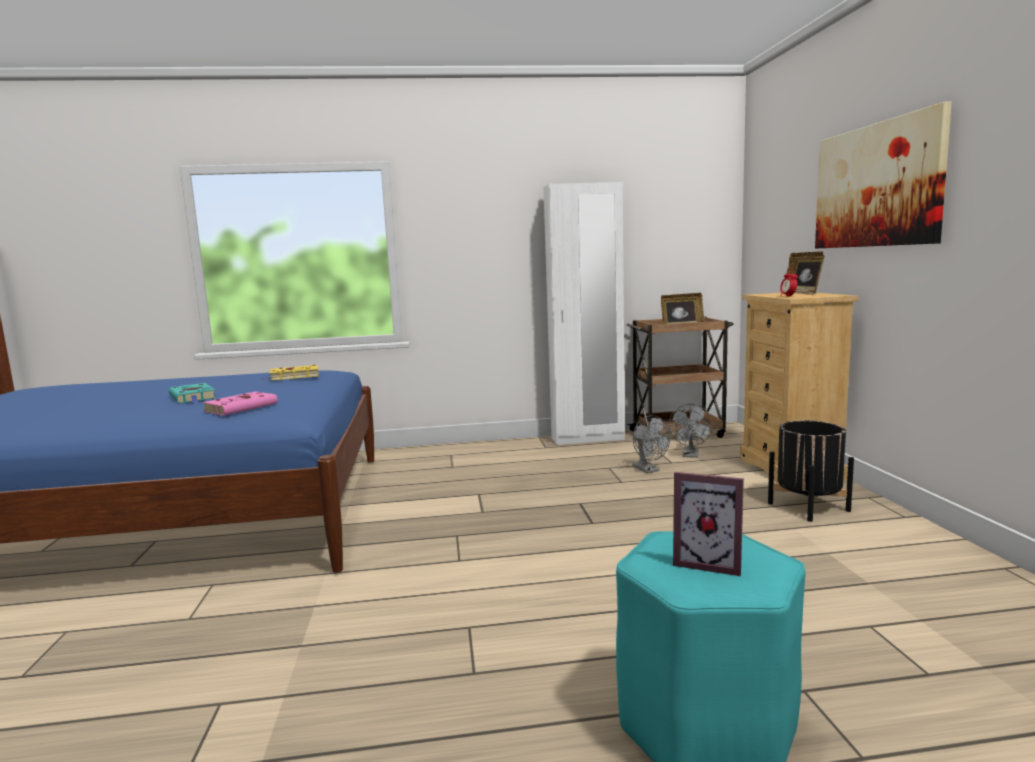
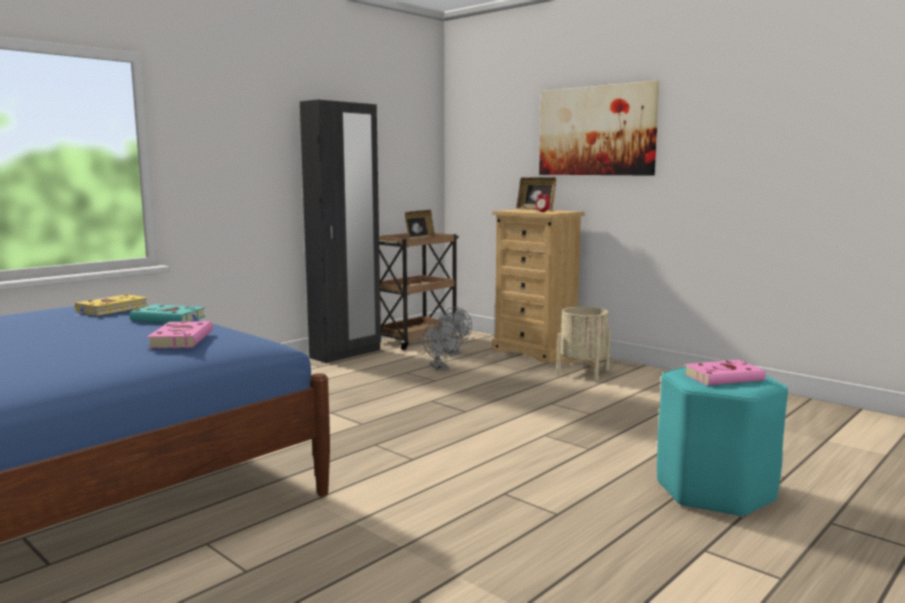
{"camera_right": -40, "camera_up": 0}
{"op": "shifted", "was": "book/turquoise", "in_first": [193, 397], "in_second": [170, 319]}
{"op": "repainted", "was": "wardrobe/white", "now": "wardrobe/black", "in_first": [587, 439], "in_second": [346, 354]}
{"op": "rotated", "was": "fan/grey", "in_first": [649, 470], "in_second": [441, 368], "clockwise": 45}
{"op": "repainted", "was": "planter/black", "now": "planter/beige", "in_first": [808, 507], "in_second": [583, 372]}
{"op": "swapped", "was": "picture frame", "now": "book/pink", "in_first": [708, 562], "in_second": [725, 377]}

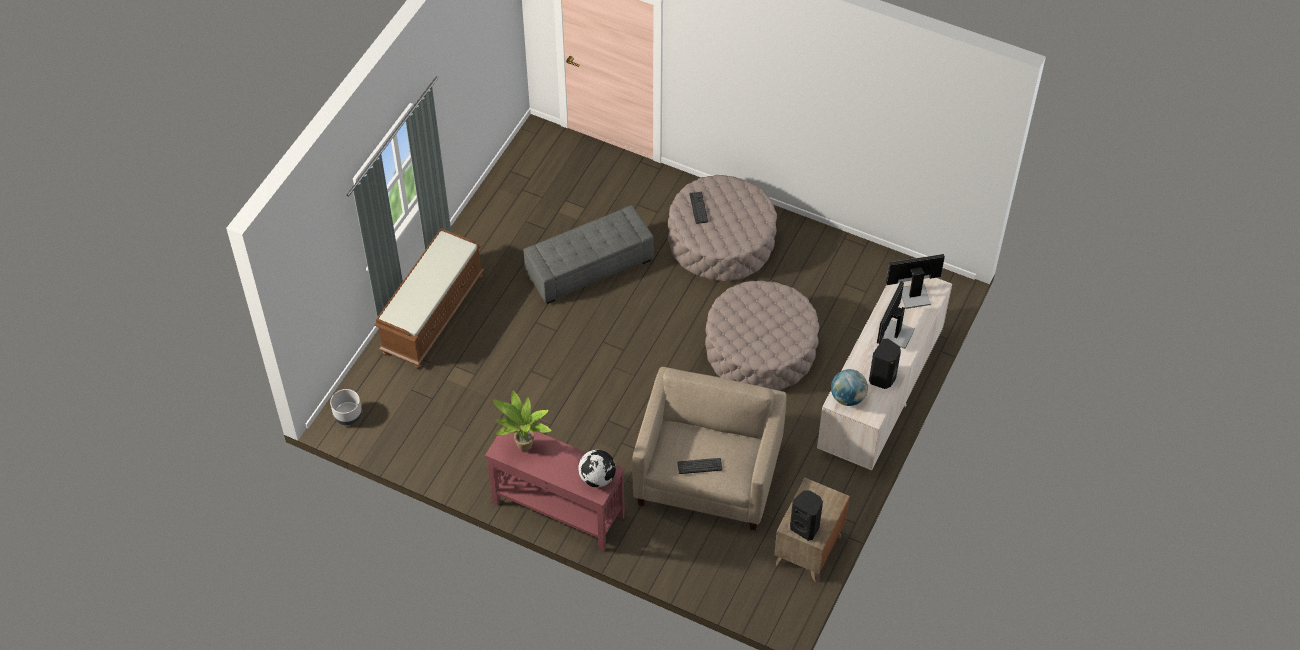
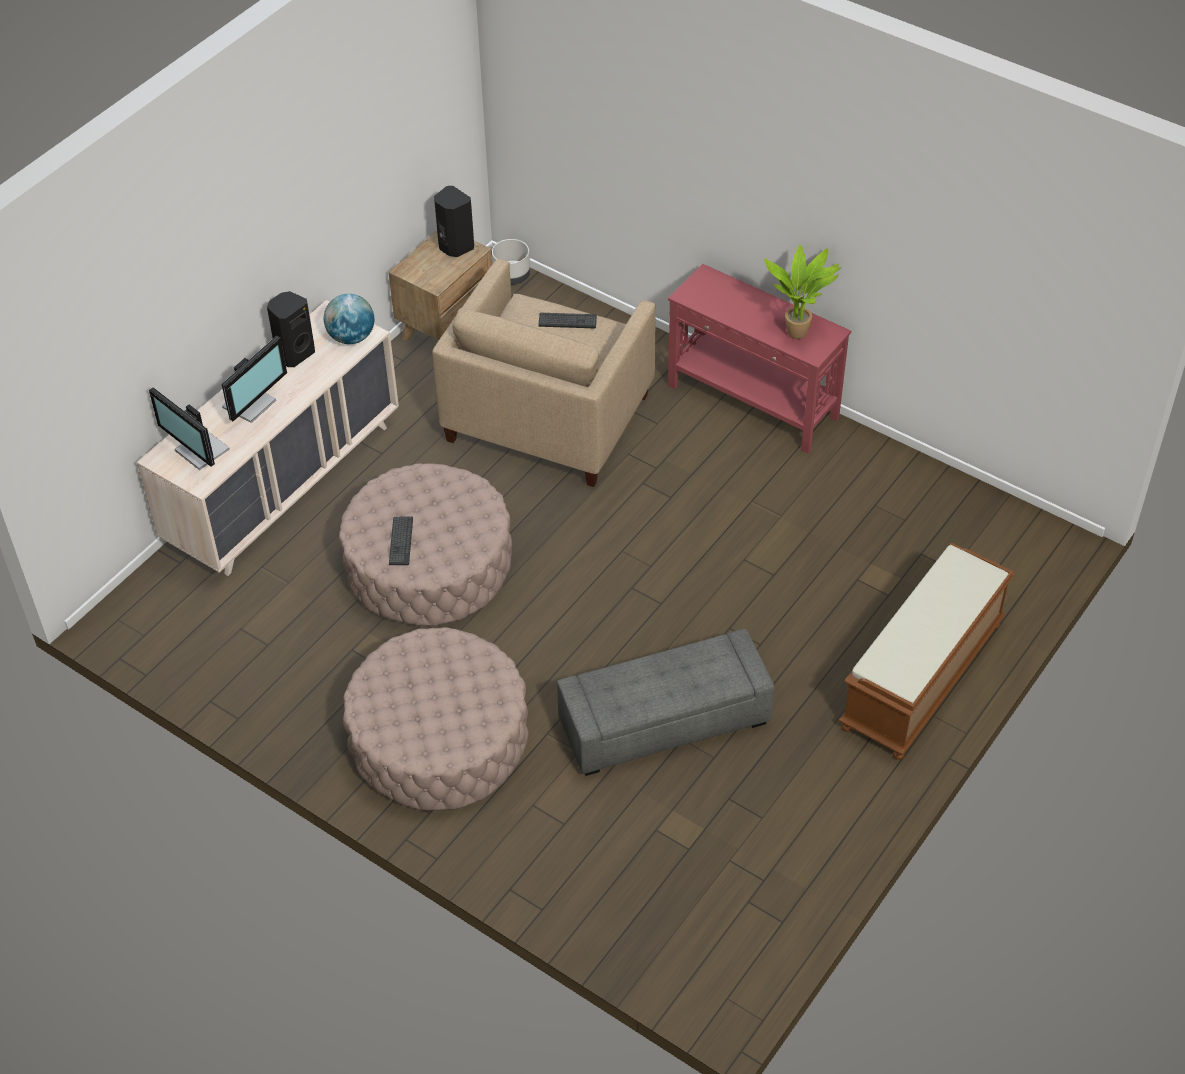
{"camera_right": -170, "camera_up": -5}
{"op": "rotated", "was": "monitor", "in_first": [913, 295], "in_second": [201, 451], "clockwise": 45}
{"op": "shifted", "was": "keyboard", "in_first": [698, 208], "in_second": [401, 541]}
{"op": "shifted", "was": "planter/grey", "in_first": [348, 416], "in_second": [512, 276]}
{"op": "gone", "was": "globe", "in_first": [597, 478]}

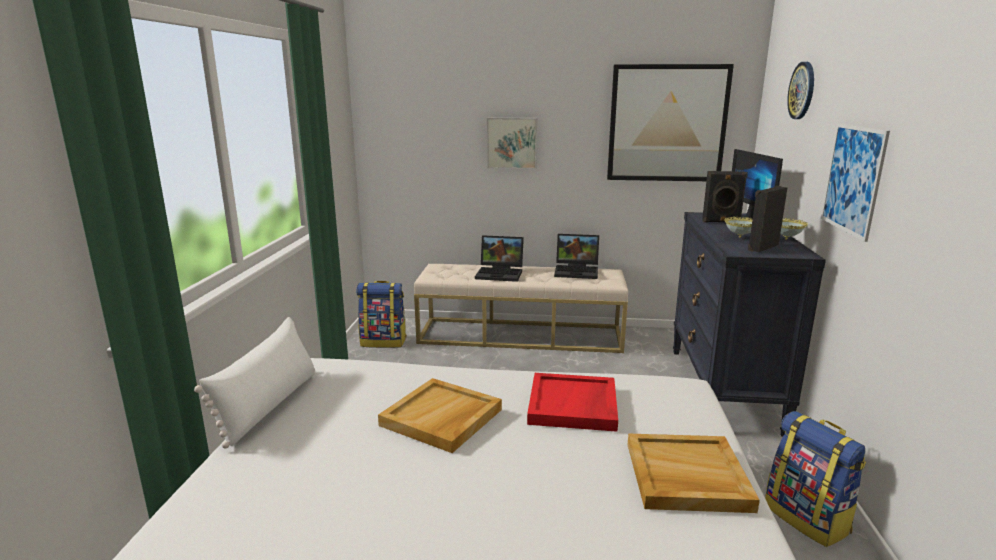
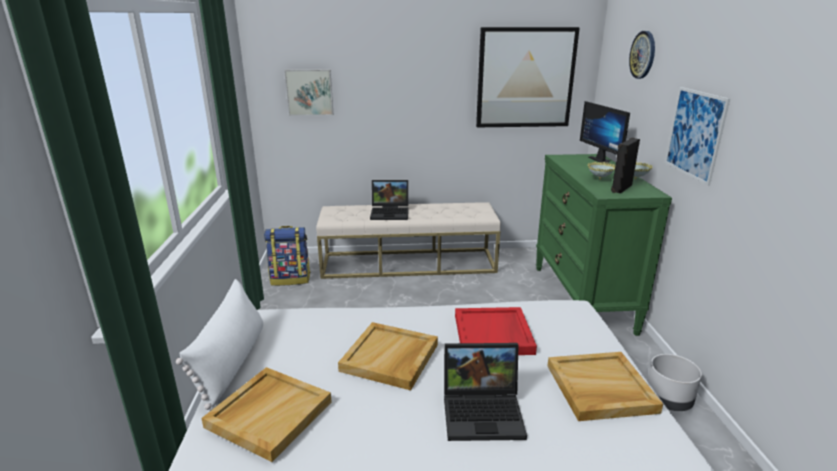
{"camera_right": -10, "camera_up": 5}
{"op": "new", "now": "tray/beige", "in_second": [269, 413]}
{"op": "shifted", "was": "picture", "in_first": [512, 143], "in_second": [309, 92]}
{"op": "shifted", "was": "laptop", "in_first": [577, 271], "in_second": [484, 412]}
{"op": "repainted", "was": "dresser/black", "now": "dresser/green", "in_first": [724, 389], "in_second": [582, 298]}
{"op": "swapped", "was": "backpack", "now": "planter/grey", "in_first": [807, 519], "in_second": [668, 401]}
{"op": "gone", "was": "speaker/black", "in_first": [721, 222]}

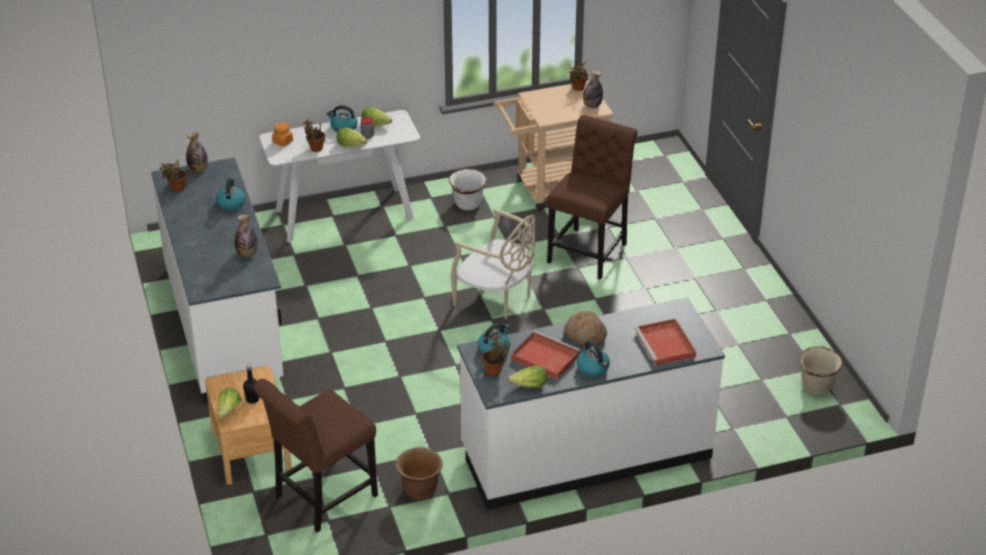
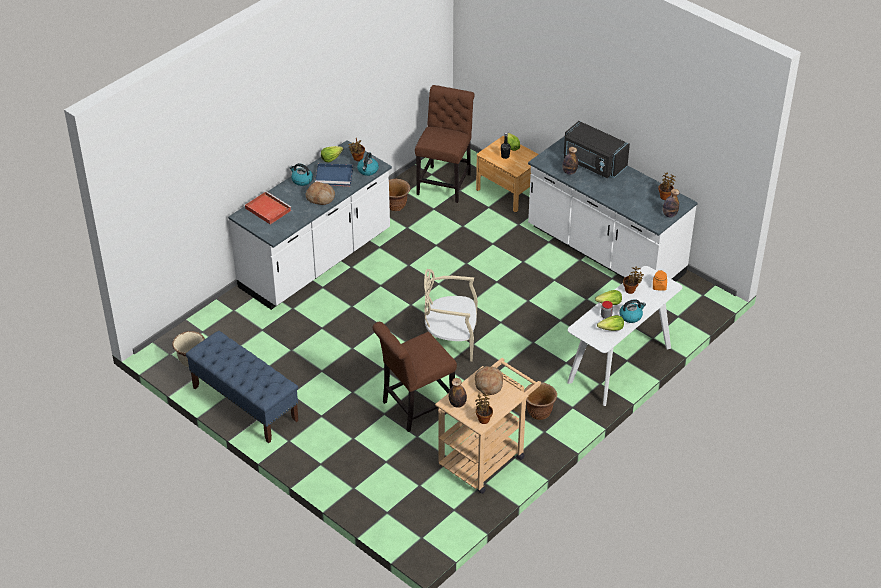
{"camera_right": 150, "camera_up": 5}
{"op": "new", "now": "bench/blue", "in_second": [245, 404]}
{"op": "repainted", "was": "tray/red", "now": "tray/blue", "in_first": [544, 357], "in_second": [335, 176]}
{"op": "rotated", "was": "chair/brown", "in_first": [589, 251], "in_second": [414, 407], "clockwise": 60}
{"op": "new", "now": "bread", "in_second": [488, 384]}
{"op": "repainted", "was": "planter/white", "now": "planter/brown", "in_first": [468, 204], "in_second": [539, 412]}
{"op": "new", "now": "microwave/black", "in_second": [593, 163]}
{"op": "gone", "was": "kettle", "in_first": [231, 203]}

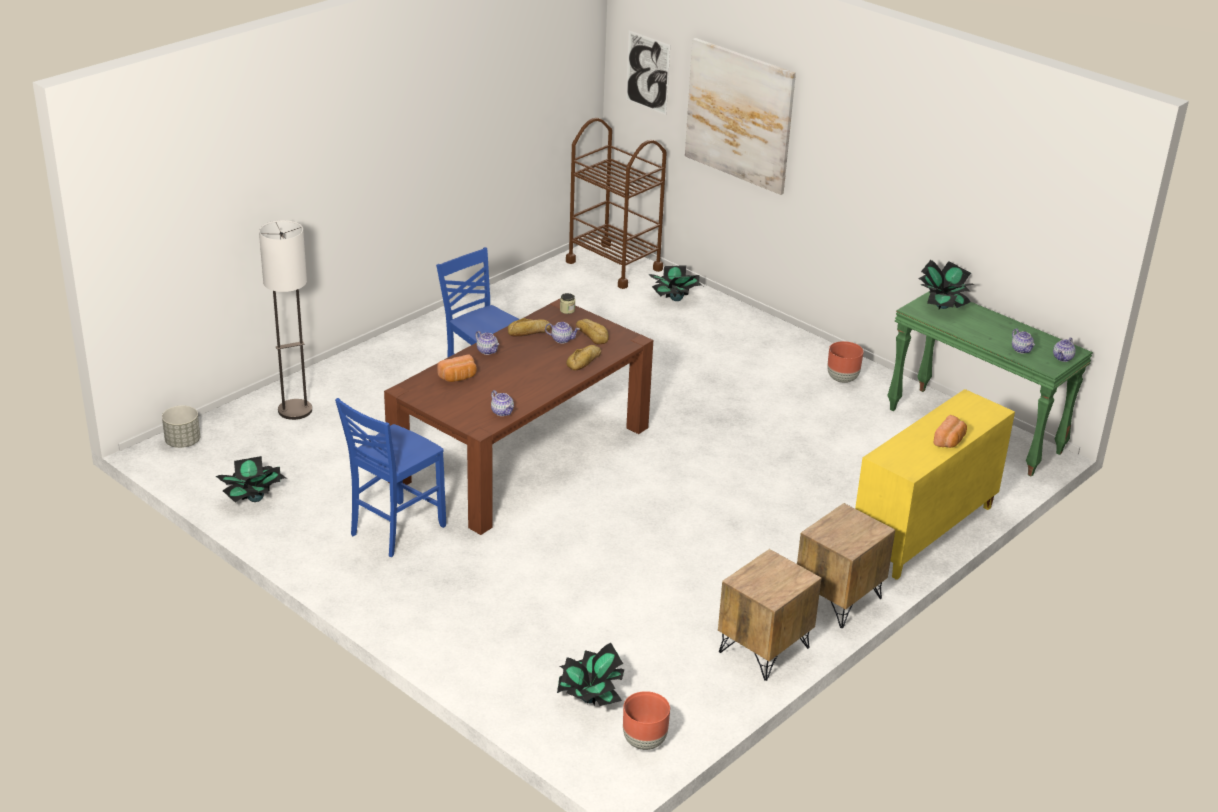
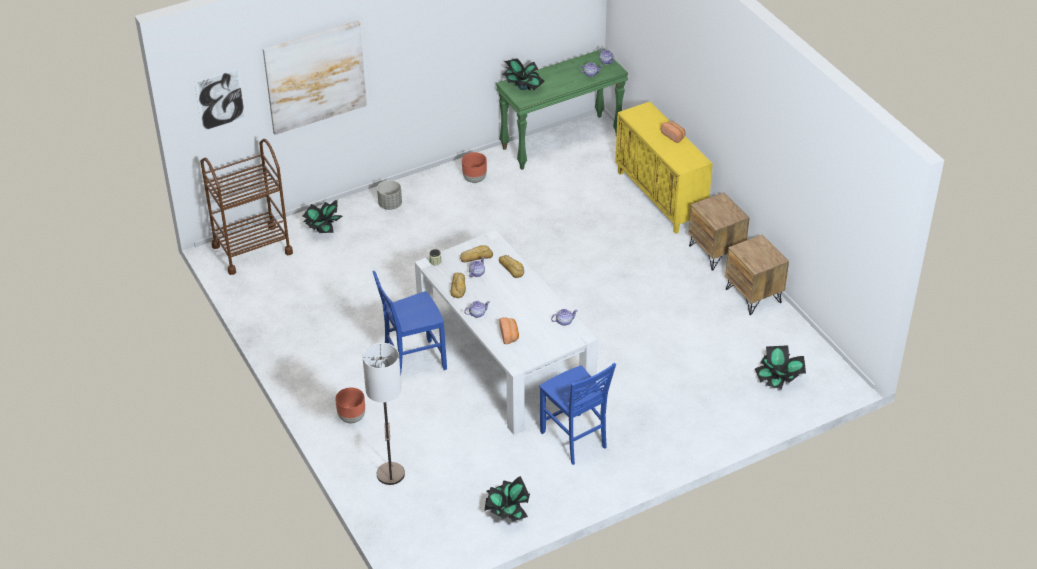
{"camera_right": -70, "camera_up": 10}
{"op": "shifted", "was": "planter/brown", "in_first": [644, 741], "in_second": [351, 417]}
{"op": "shifted", "was": "planter/grey", "in_first": [183, 442], "in_second": [390, 205]}
{"op": "repainted", "was": "dining table/brown", "now": "dining table/white", "in_first": [522, 454], "in_second": [504, 357]}

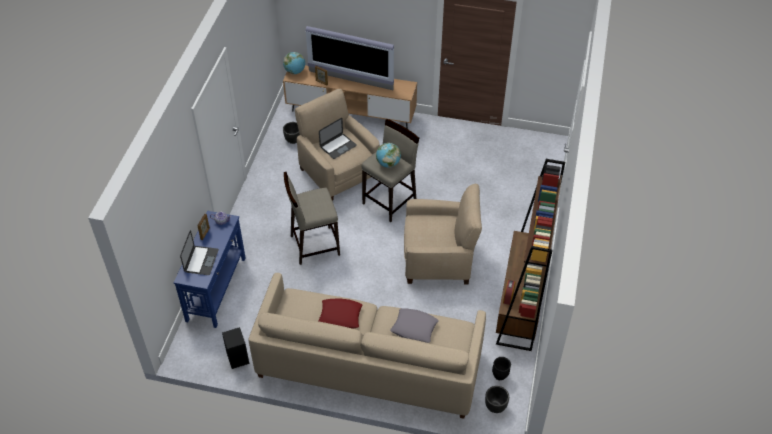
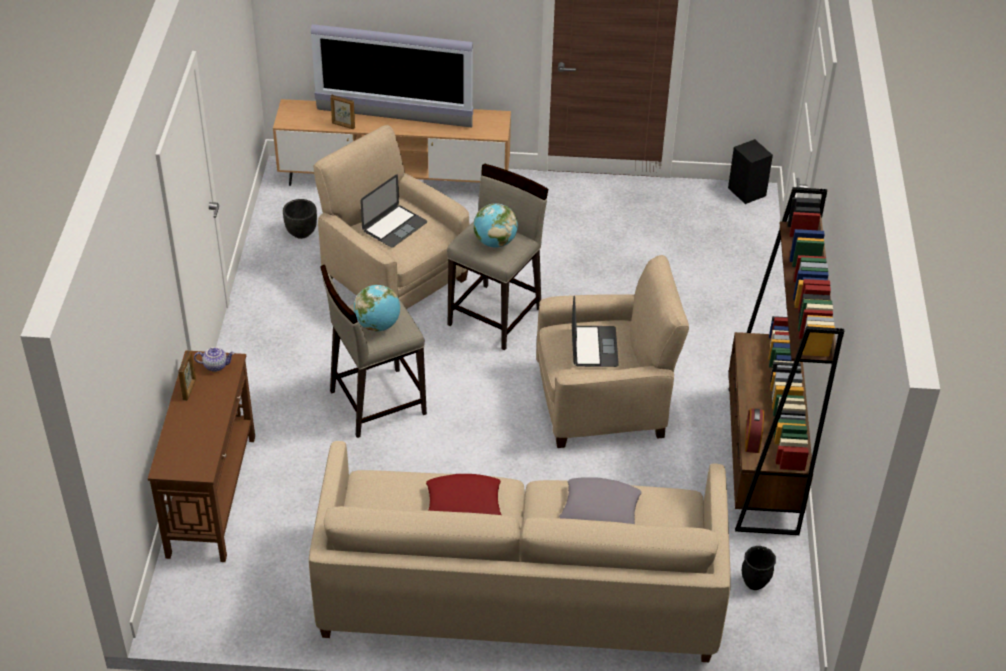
{"camera_right": -10, "camera_up": -5}
{"op": "repainted", "was": "console table/blue", "now": "console table/brown", "in_first": [216, 288], "in_second": [212, 494]}
{"op": "shifted", "was": "globe", "in_first": [295, 71], "in_second": [378, 325]}
{"op": "shifted", "was": "laptop", "in_first": [201, 260], "in_second": [594, 346]}
{"op": "shifted", "was": "speaker/black", "in_first": [238, 358], "in_second": [747, 192]}
{"op": "gone", "was": "planter/black", "in_first": [495, 407]}

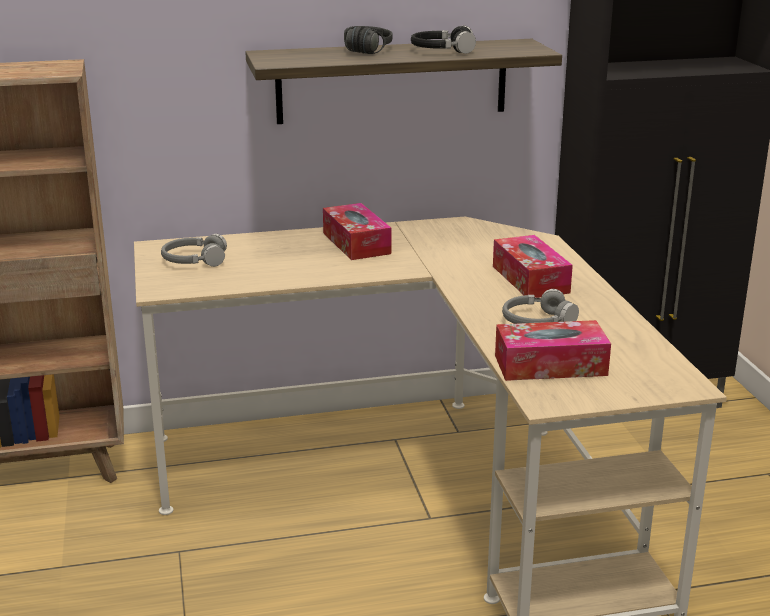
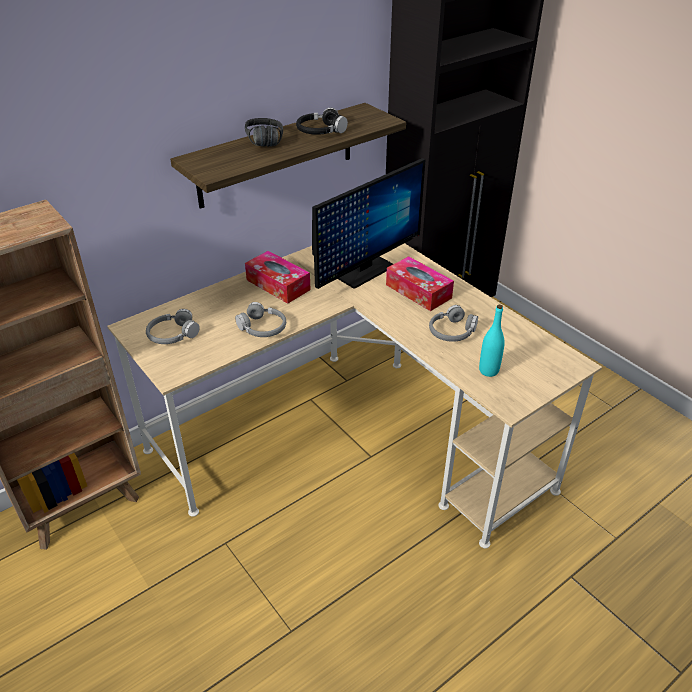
{"camera_right": -25, "camera_up": 15}
{"op": "new", "now": "headphones/grey", "in_second": [262, 328]}
{"op": "new", "now": "monitor", "in_second": [364, 271]}
{"op": "swapped", "was": "tissue box", "now": "bottle/turquoise", "in_first": [550, 365], "in_second": [488, 370]}

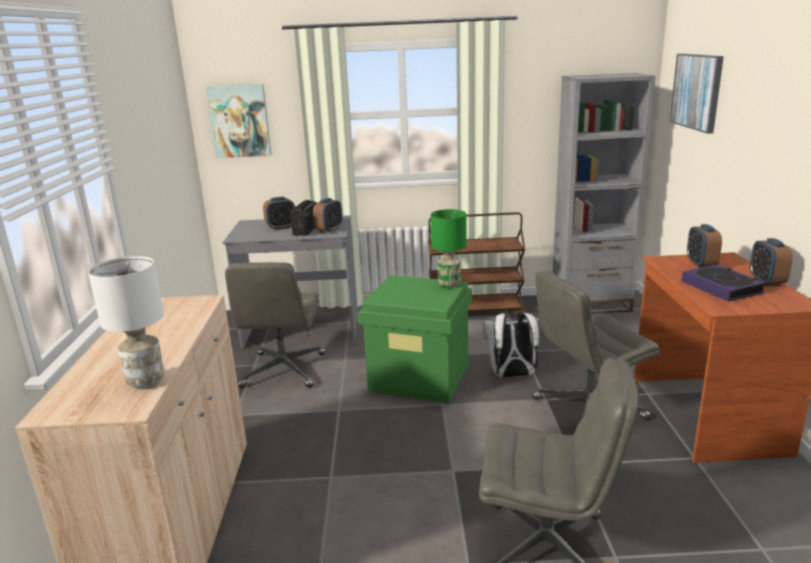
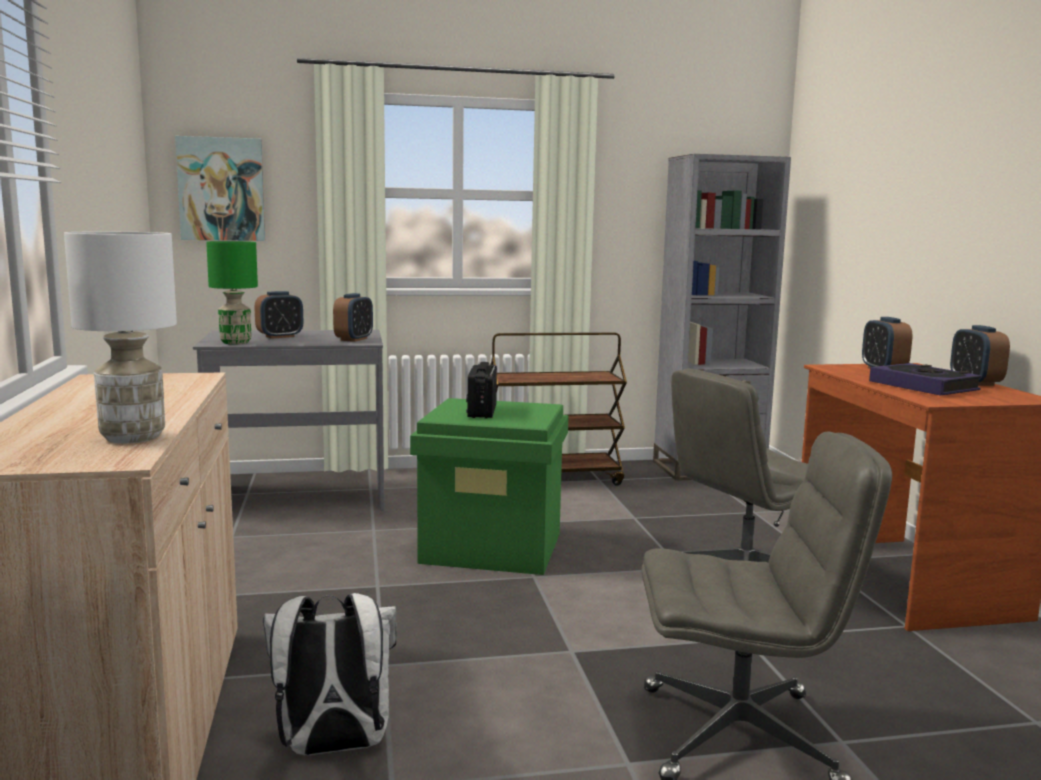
{"camera_right": -10, "camera_up": -10}
{"op": "shifted", "was": "table lamp/green", "in_first": [449, 285], "in_second": [235, 342]}
{"op": "shifted", "was": "backpack/white", "in_first": [512, 375], "in_second": [333, 747]}
{"op": "shifted", "was": "radio", "in_first": [306, 230], "in_second": [482, 411]}
{"op": "gone", "was": "office chair/grey", "in_first": [283, 371]}
{"op": "gone", "was": "picture", "in_first": [697, 91]}

